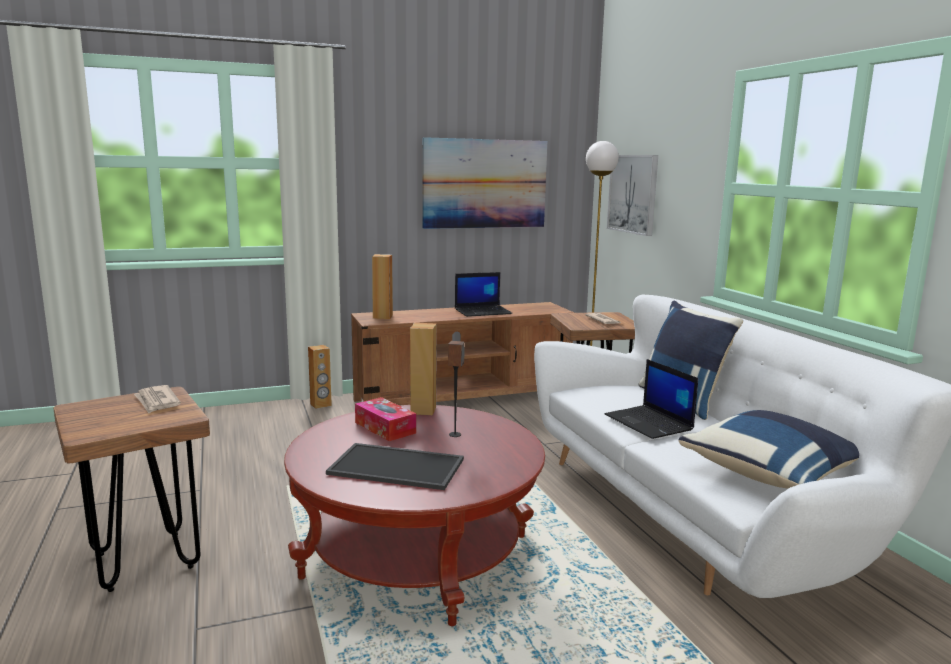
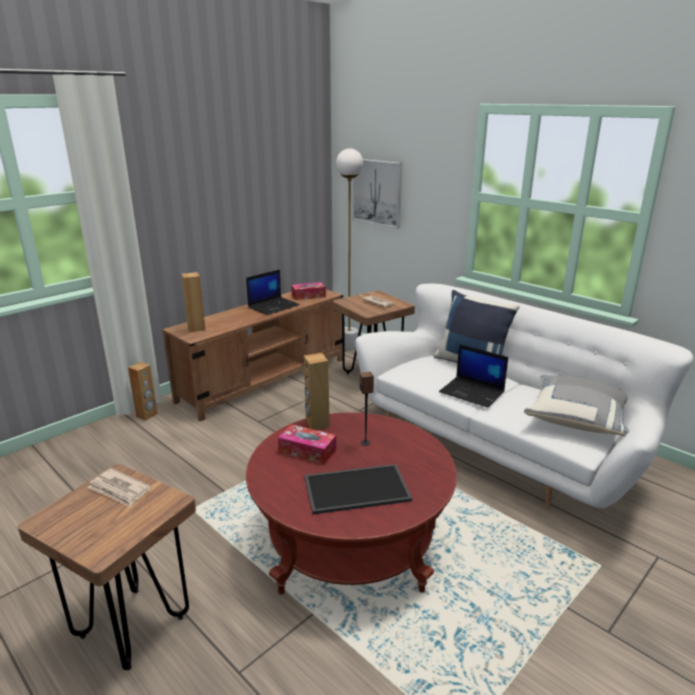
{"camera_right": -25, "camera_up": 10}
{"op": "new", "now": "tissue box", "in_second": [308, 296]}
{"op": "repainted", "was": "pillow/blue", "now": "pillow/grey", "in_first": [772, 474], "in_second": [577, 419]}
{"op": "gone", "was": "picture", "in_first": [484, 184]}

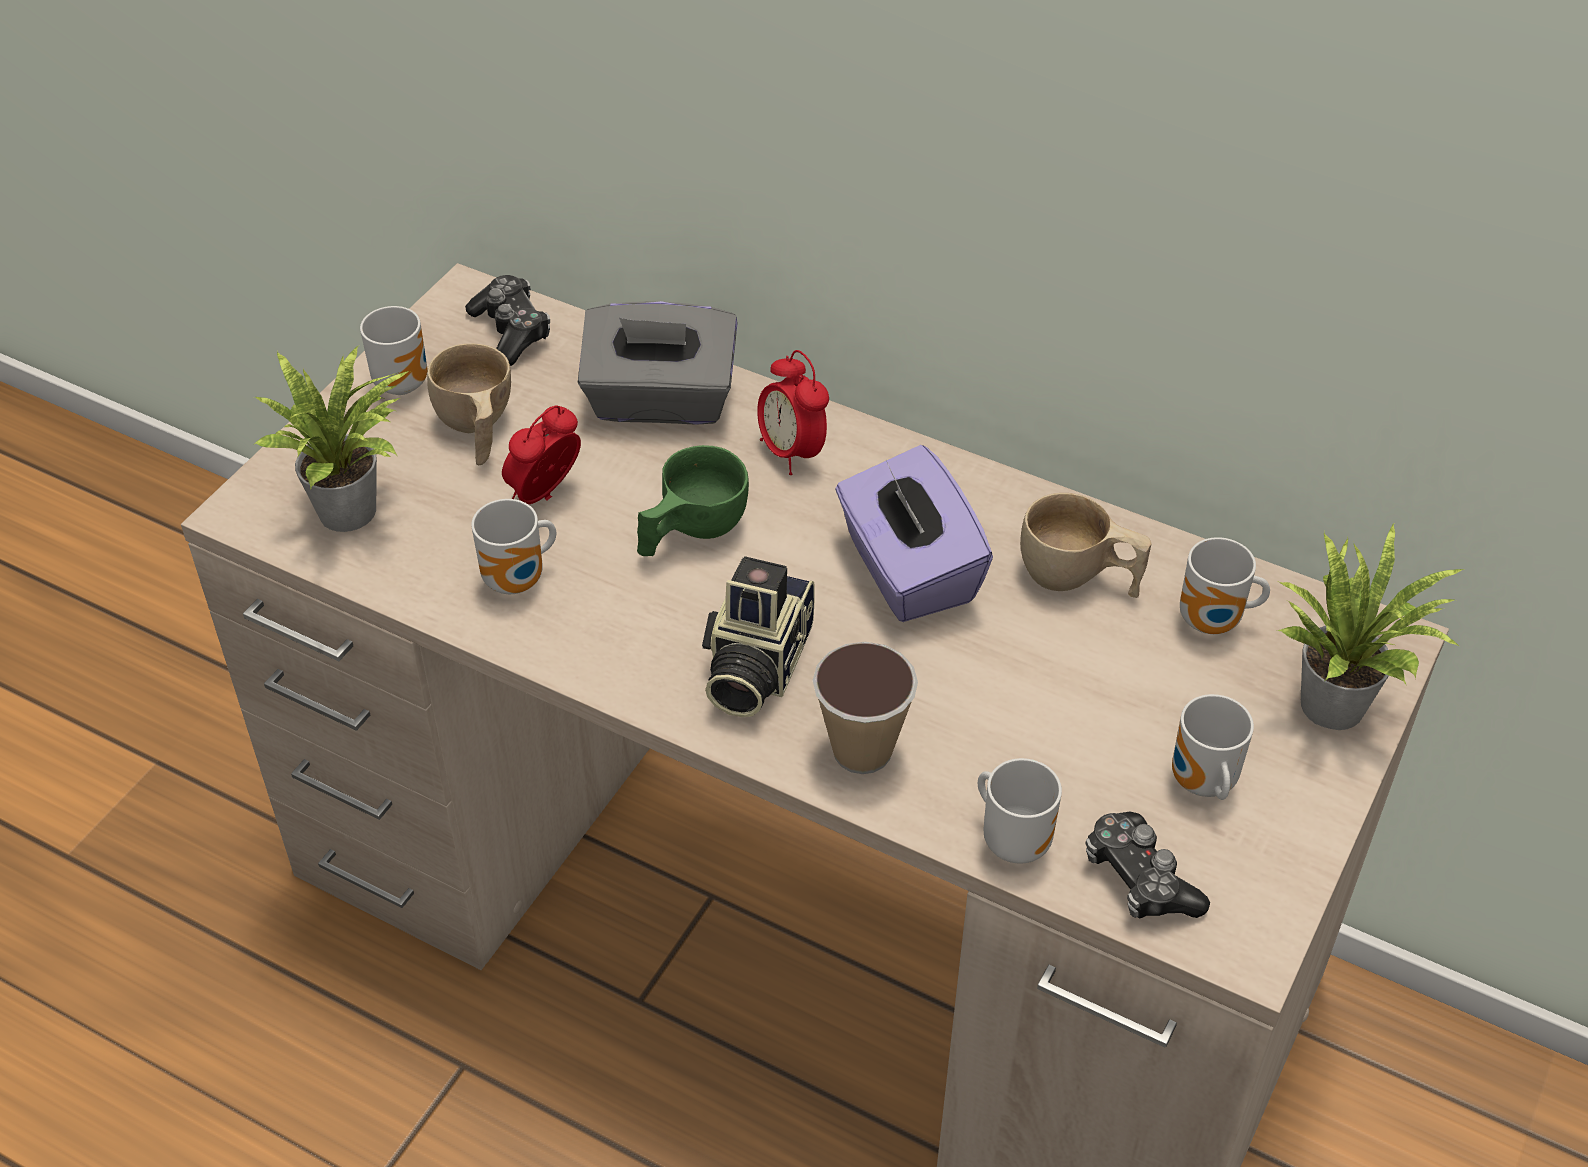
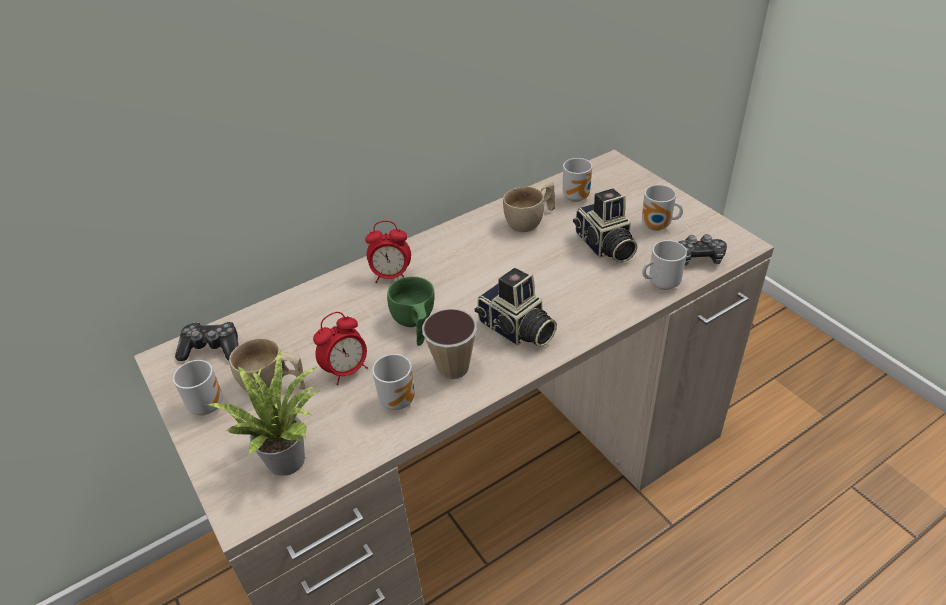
{"camera_right": -60, "camera_up": -5}
{"op": "rotated", "was": "alarm clock", "in_first": [545, 496], "in_second": [346, 371], "clockwise": -105}
{"op": "shifted", "was": "cup", "in_first": [862, 750], "in_second": [453, 367]}
{"op": "new", "now": "photo camera", "in_second": [604, 246]}
{"op": "gone", "was": "tissue box/grey", "in_first": [660, 401]}
{"op": "gone", "was": "tissue box/purple", "in_first": [908, 571]}
{"op": "gone", "was": "potted plant", "in_first": [1337, 700]}

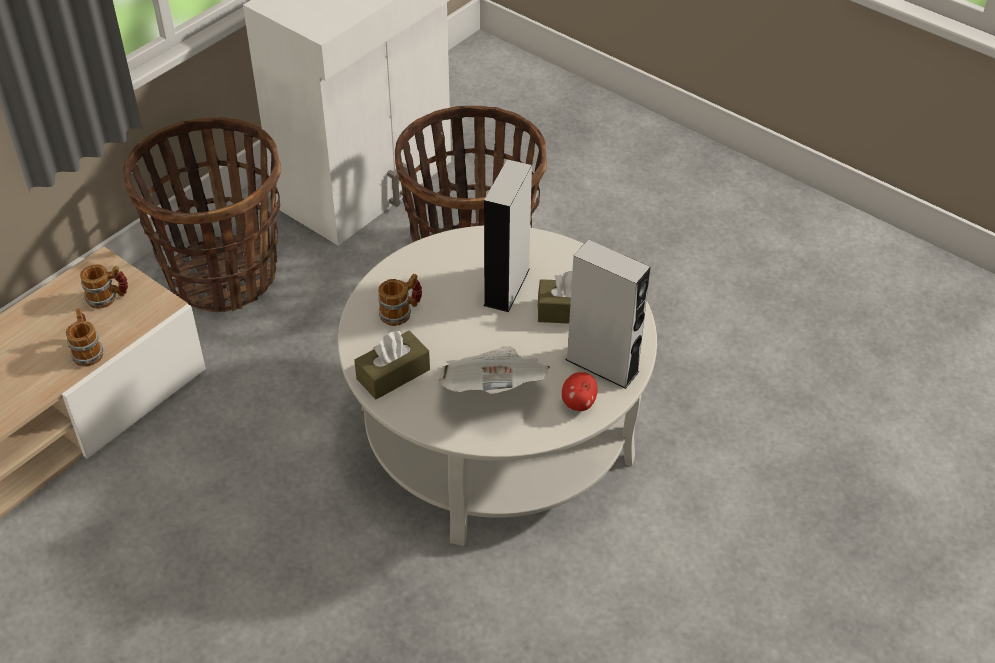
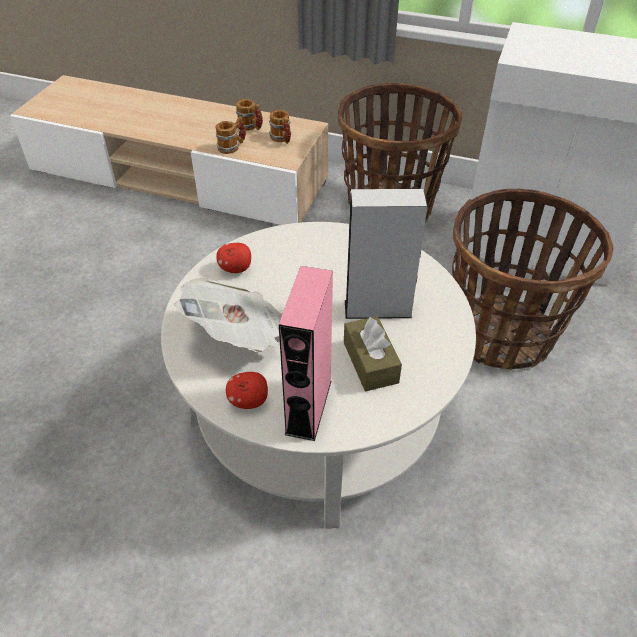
{"camera_right": 70, "camera_up": 0}
{"op": "swapped", "was": "tissue box/brown", "now": "apple", "in_first": [393, 374], "in_second": [236, 268]}
{"op": "shifted", "was": "mug", "in_first": [401, 312], "in_second": [250, 127]}
{"op": "repainted", "was": "speaker/grey", "now": "speaker/pink", "in_first": [602, 365], "in_second": [308, 407]}

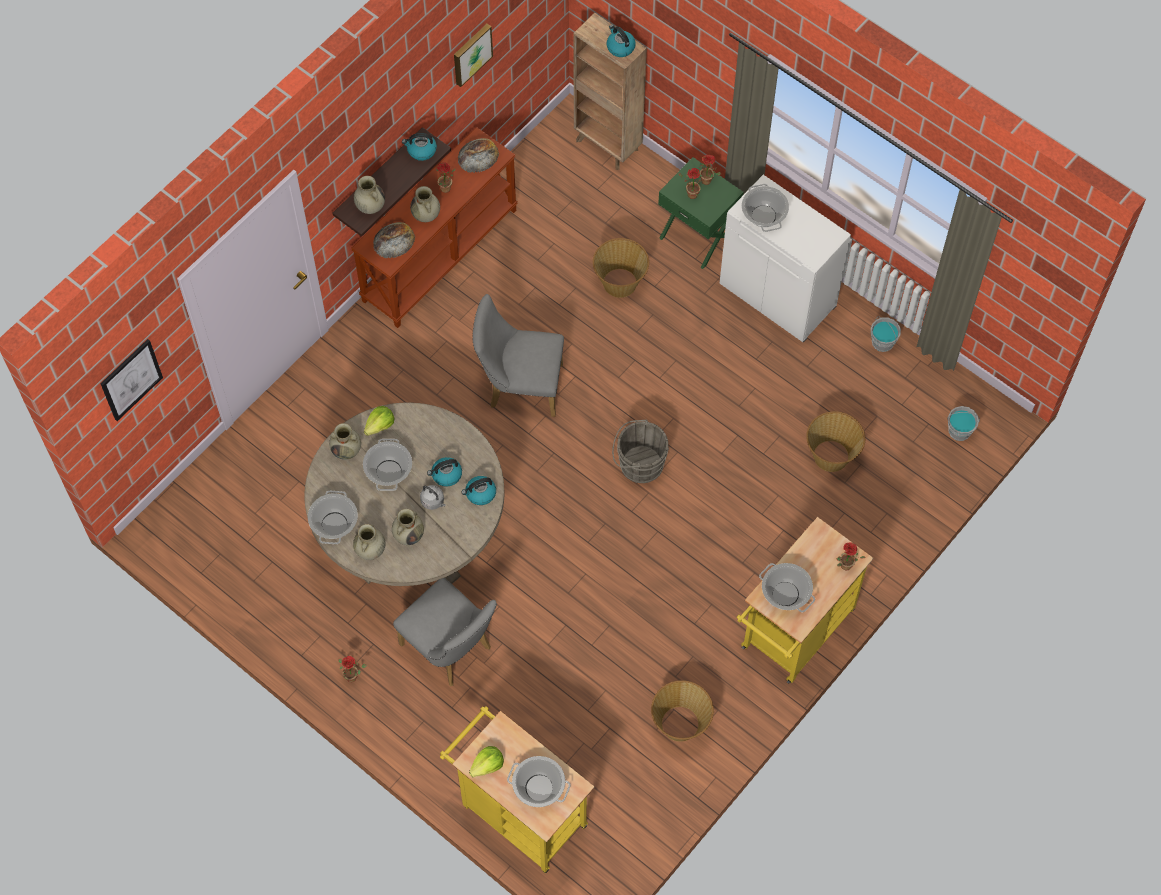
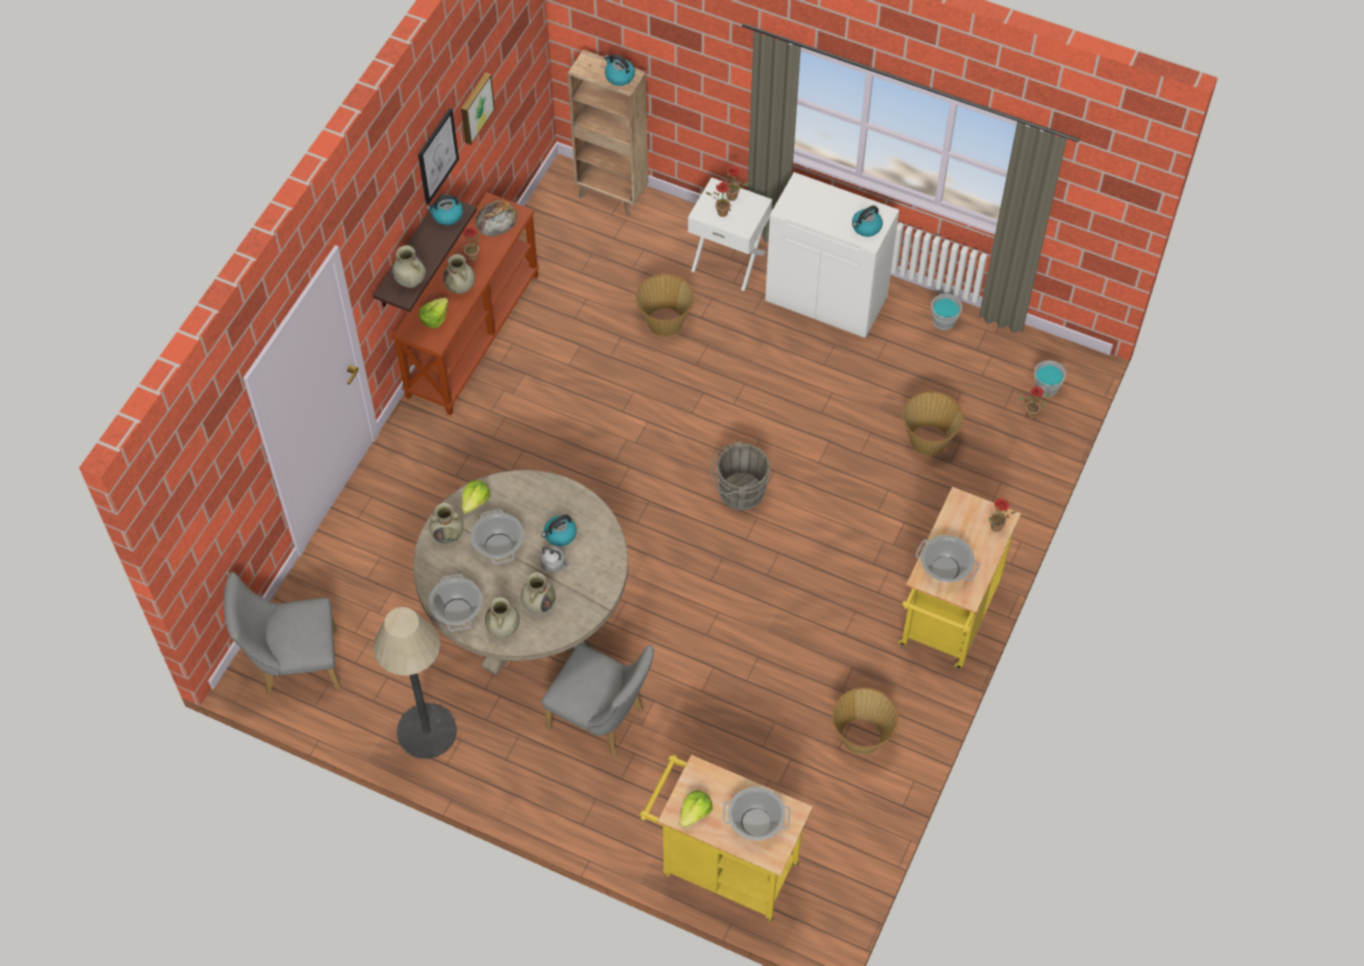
{"camera_right": -15, "camera_up": -5}
{"op": "shifted", "was": "chair/grey", "in_first": [520, 386], "in_second": [294, 664]}
{"op": "new", "now": "floor lamp", "in_second": [426, 731]}
{"op": "shifted", "was": "picture", "in_first": [131, 379], "in_second": [437, 156]}
{"op": "swapped", "was": "bread", "now": "lettuce", "in_first": [394, 240], "in_second": [434, 318]}
{"op": "repainted", "was": "nightstand/green", "now": "nightstand/white", "in_first": [698, 236], "in_second": [729, 260]}
{"op": "shifted", "was": "kettle", "in_first": [480, 494], "in_second": [866, 227]}
{"op": "shifted", "was": "potted plant", "in_first": [353, 676], "in_second": [1032, 413]}
{"op": "gone", "was": "cooking pot", "in_first": [764, 216]}

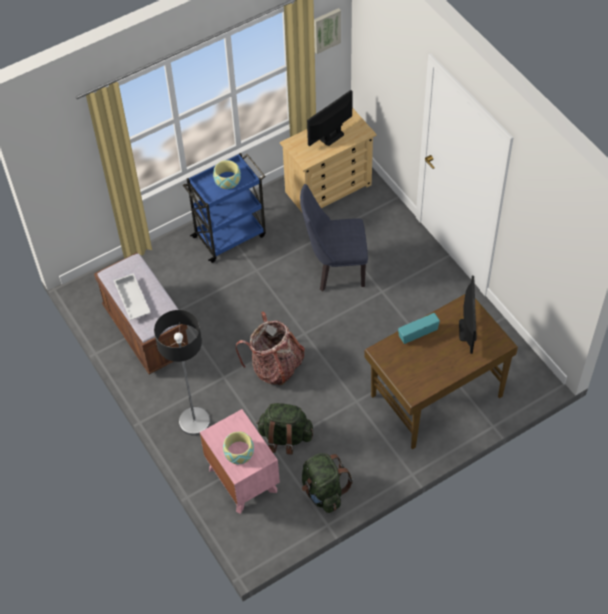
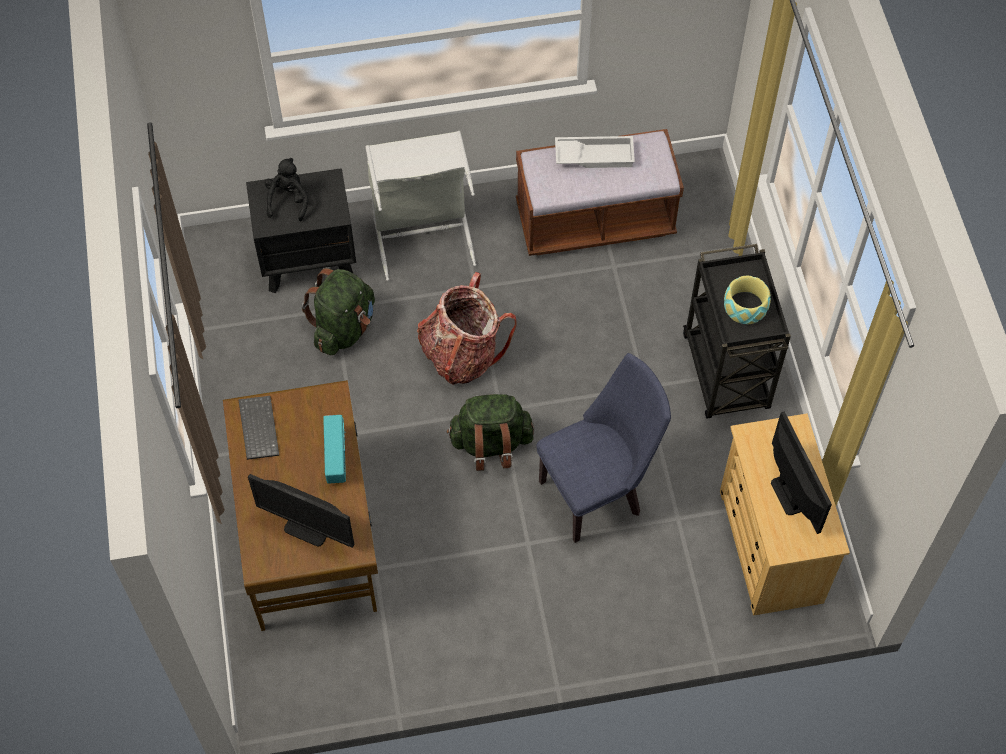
{"camera_right": 110, "camera_up": 5}
{"op": "new", "now": "keyboard", "in_second": [257, 428]}
{"op": "repainted", "was": "nightstand/pink", "now": "nightstand/black", "in_first": [242, 479], "in_second": [309, 259]}
{"op": "swapped", "was": "bowl", "now": "plush toy/black", "in_first": [238, 452], "in_second": [288, 200]}
{"op": "swapped", "was": "floor lamp", "now": "laundry basket/grey", "in_first": [194, 421], "in_second": [423, 233]}
{"op": "shifted", "was": "backpack/green", "in_first": [323, 491], "in_second": [491, 444]}
{"op": "rotated", "was": "chair/blue", "in_first": [334, 270], "in_second": [597, 492], "clockwise": 45}
{"op": "repainted", "was": "cart/blue", "now": "cart/black", "in_first": [230, 235], "in_second": [726, 374]}
{"op": "gone", "was": "picture", "in_first": [326, 30]}

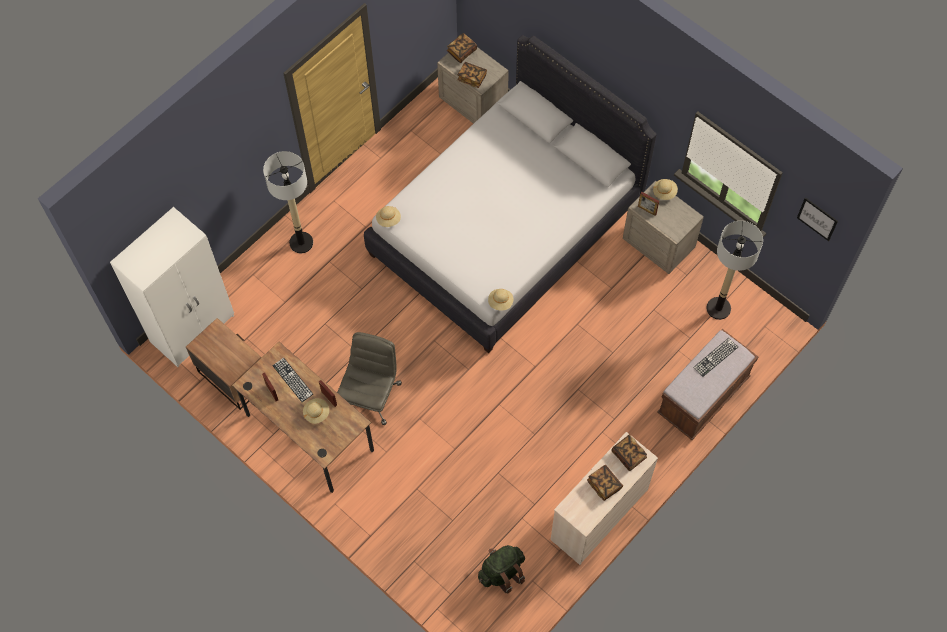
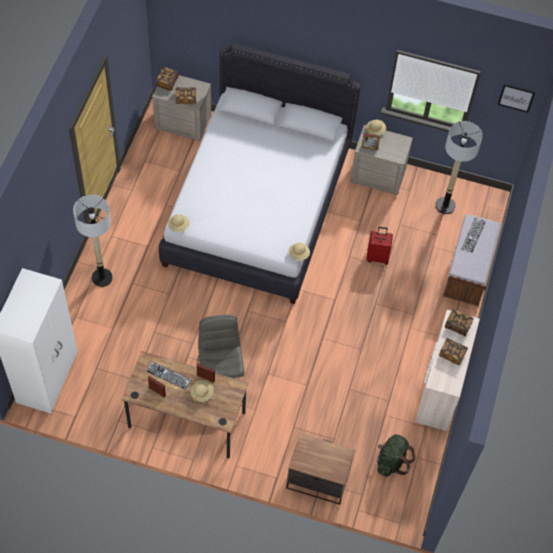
{"camera_right": -30, "camera_up": -5}
{"op": "shifted", "was": "nightstand", "in_first": [233, 376], "in_second": [317, 479]}
{"op": "new", "now": "suitcase/red", "in_second": [377, 257]}

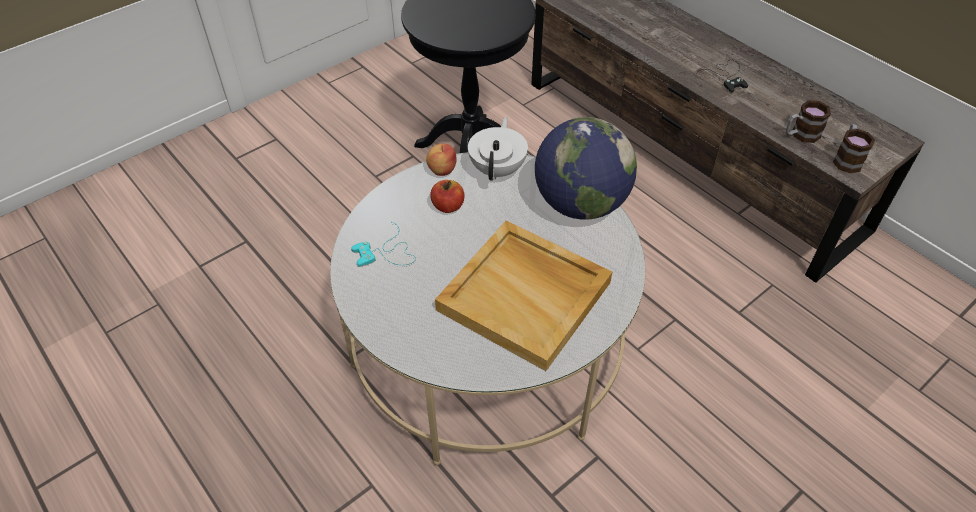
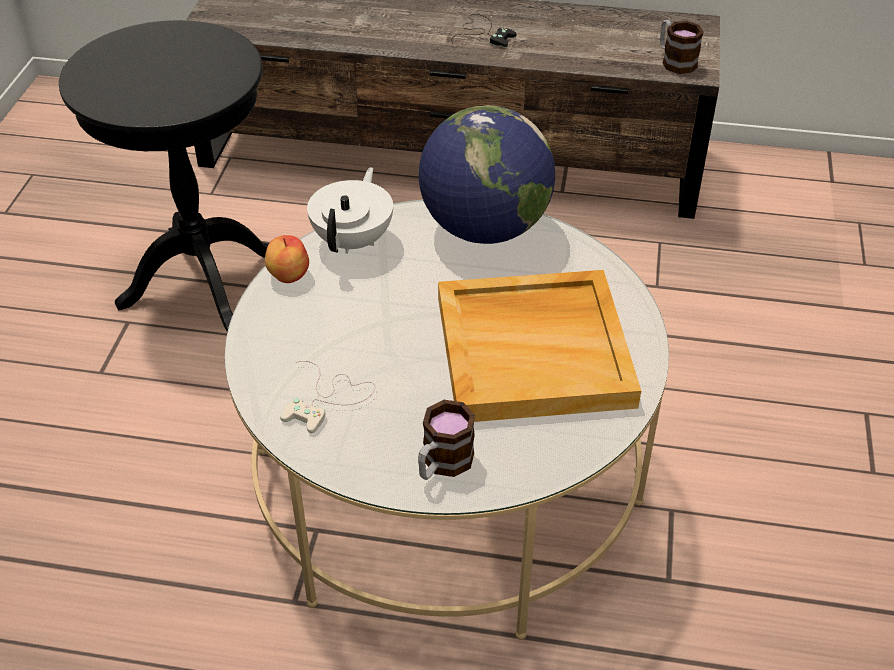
{"camera_right": -40, "camera_up": -5}
{"op": "repainted", "was": "game controller/turquoise", "now": "game controller/white", "in_first": [386, 253], "in_second": [327, 399]}
{"op": "rotated", "was": "teapot/white", "in_first": [498, 169], "in_second": [354, 240], "clockwise": 45}
{"op": "shifted", "was": "mug", "in_first": [800, 135], "in_second": [442, 464]}
{"op": "gone", "was": "apple", "in_first": [448, 206]}

